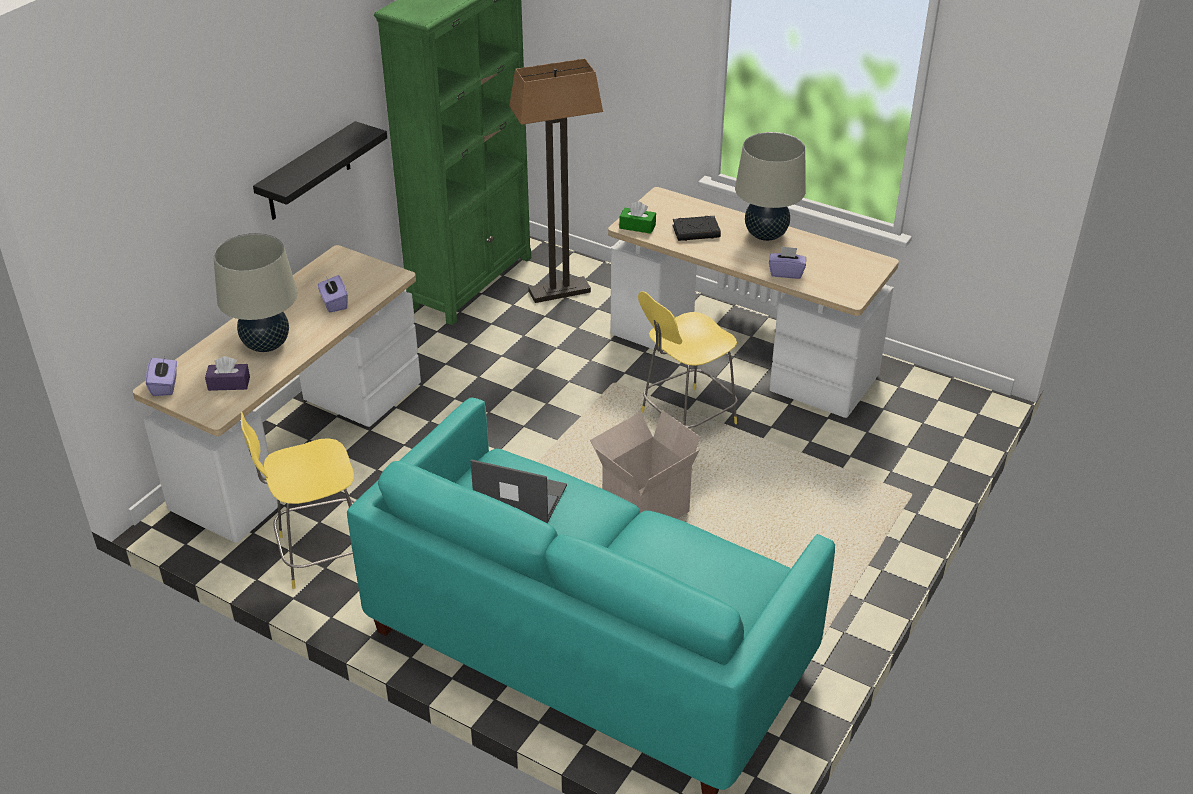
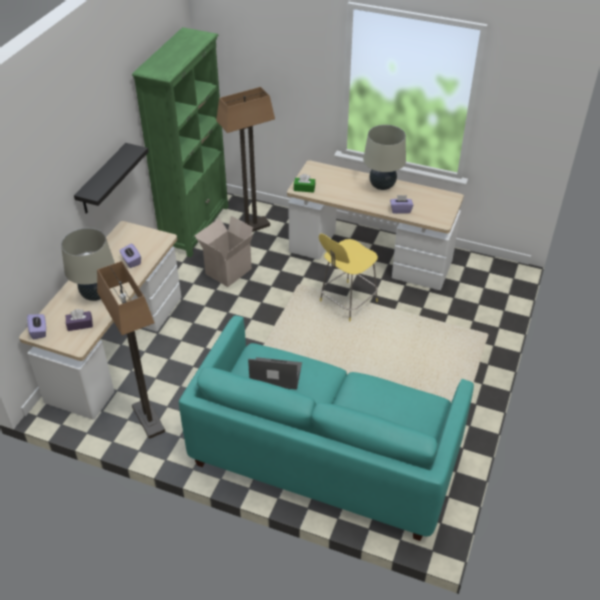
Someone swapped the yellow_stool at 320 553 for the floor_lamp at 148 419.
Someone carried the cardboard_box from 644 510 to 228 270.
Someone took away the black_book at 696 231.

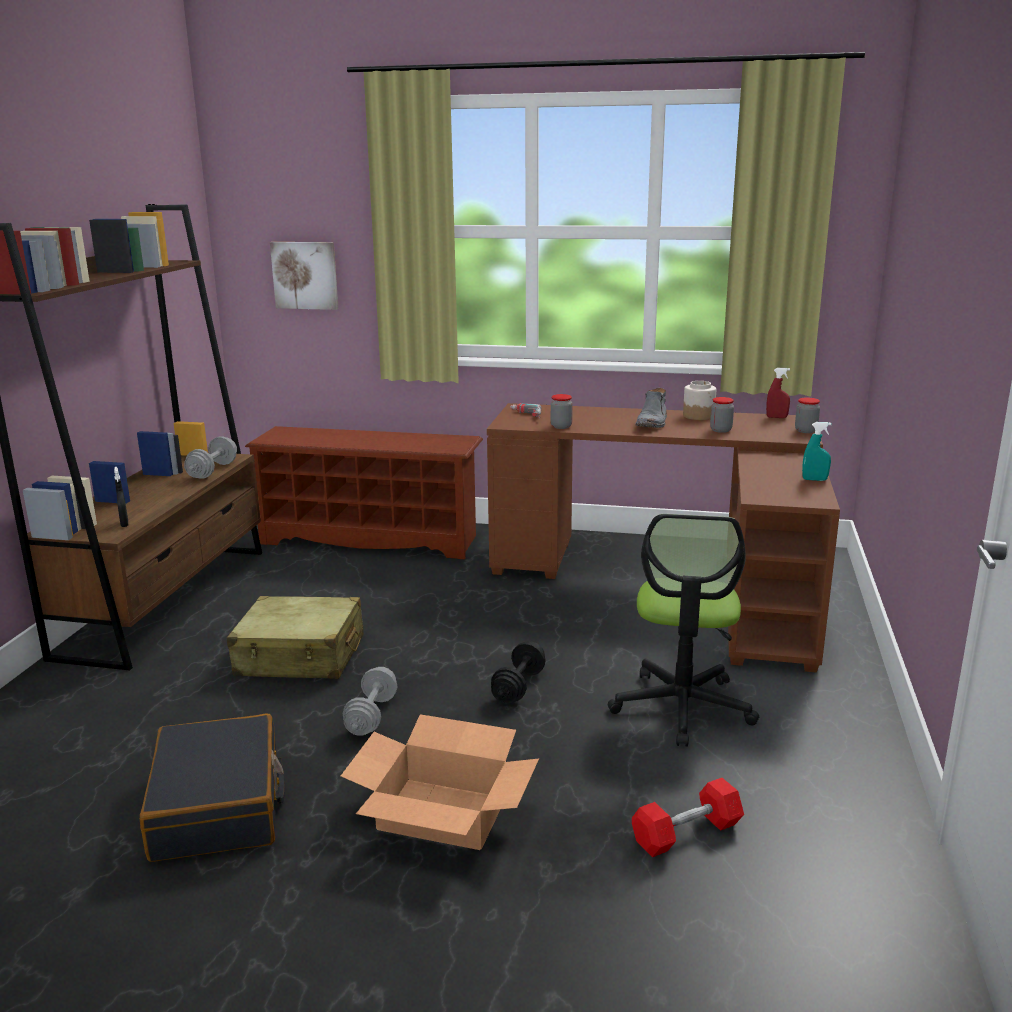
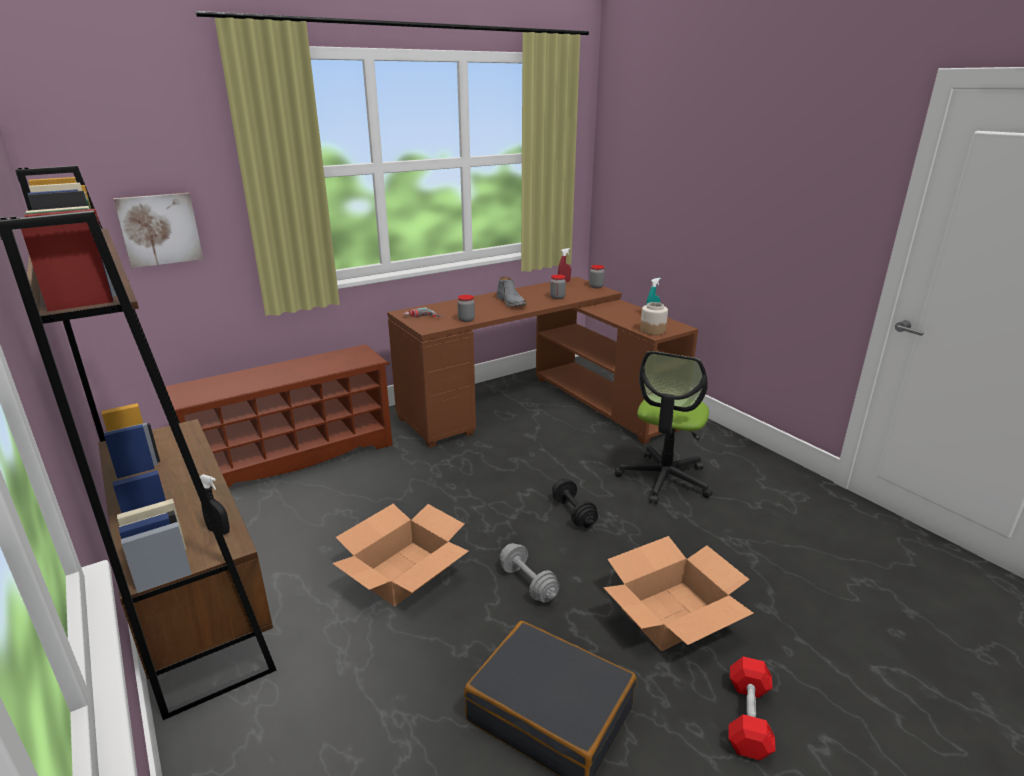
Someone took away the grey_dumbbell at 213 471.
Someone swapped the beige_suitcase at 300 656 for the cardboard_box at 404 572.
Someone rotated the office_chair at 682 707 by 60 degrees clockwise.
Someone carried the red_dumbbell from 686 833 to 748 718.
Someone carried the jar from 698 416 to 652 330.

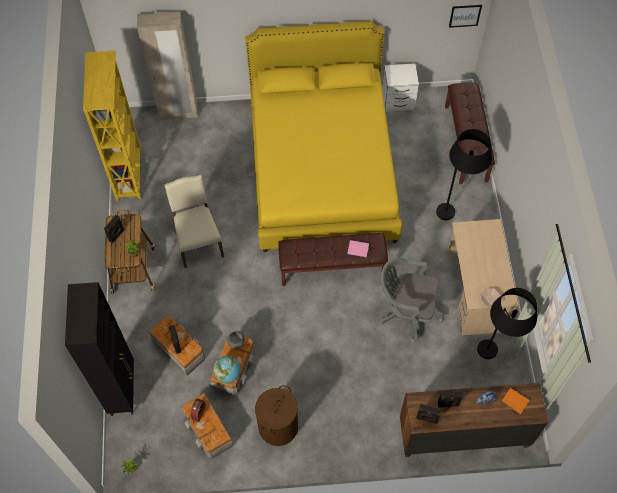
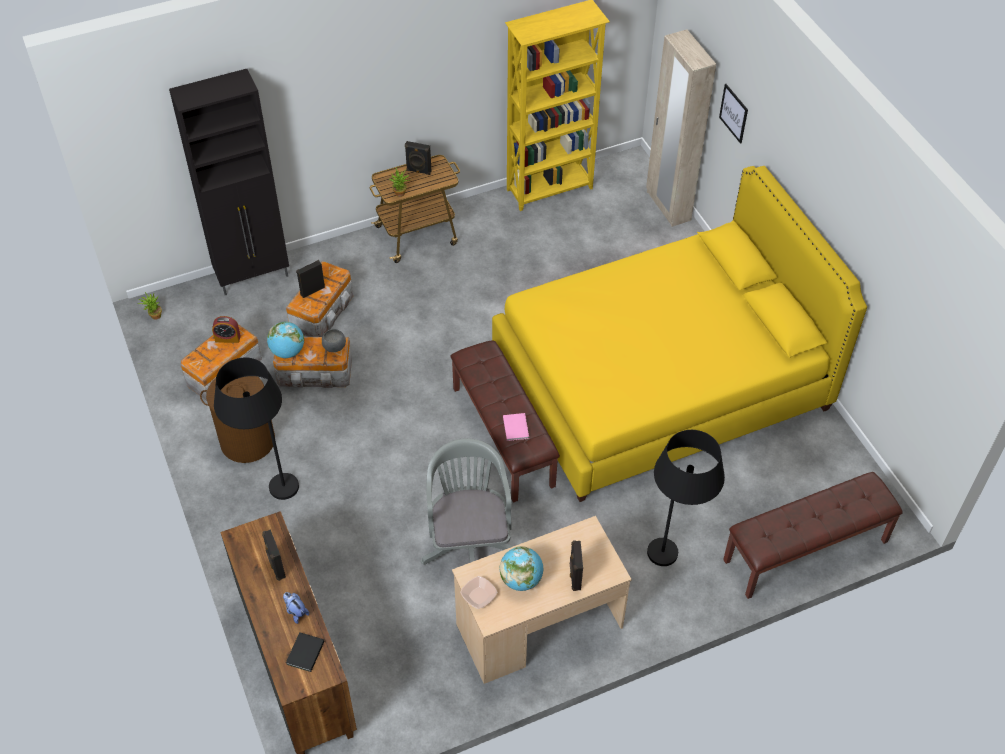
Someone took away the beige_chair at 198 242.
Someone took away the white_nightstand at 398 101.
Someone carried the black_speaker from 426 419 to 574 577.
Someone carried the picture from 465 15 to 733 113.
Someone carried the black_floor_lamp from 493 359 to 271 497.
Someone repainted the orange_book at 515 402, which became the black_book at 304 653.
Someone put down the globe at 521 579.

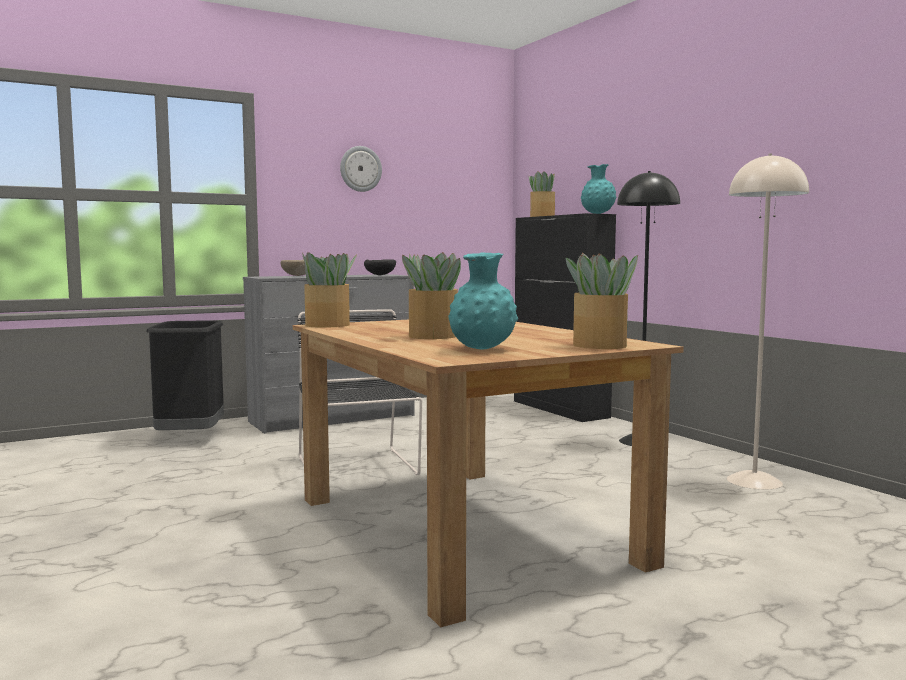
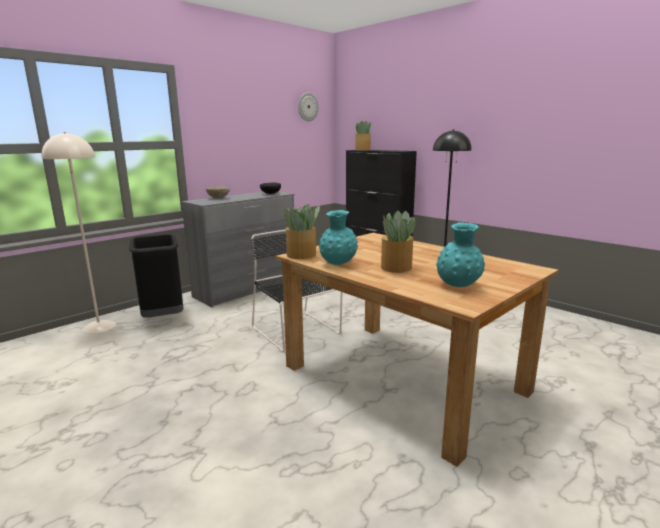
Someone carried the wall_clock from 360 169 to 307 107.
Someone took away the potted_plant at 600 345.
Someone carried the turquoise_vase from 597 214 to 338 264.
Someone carried the beige_floor_lamp from 753 481 to 98 327.

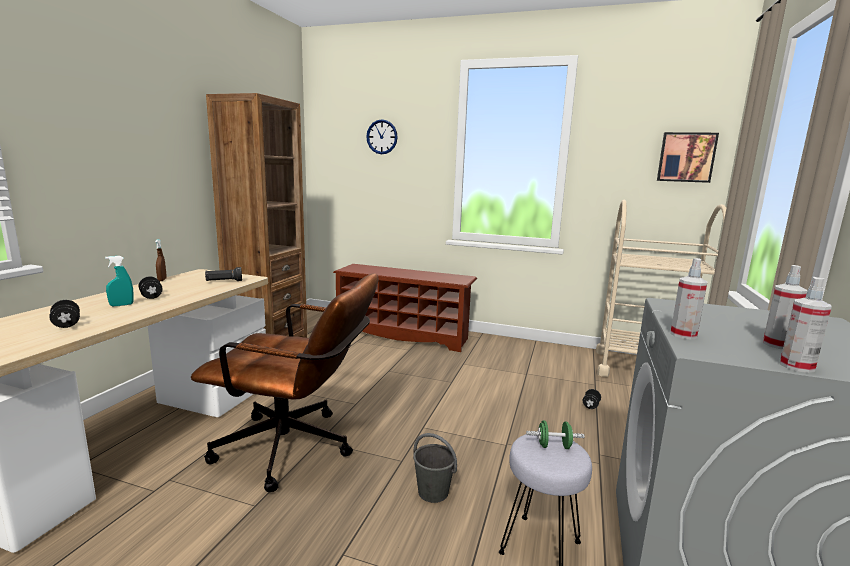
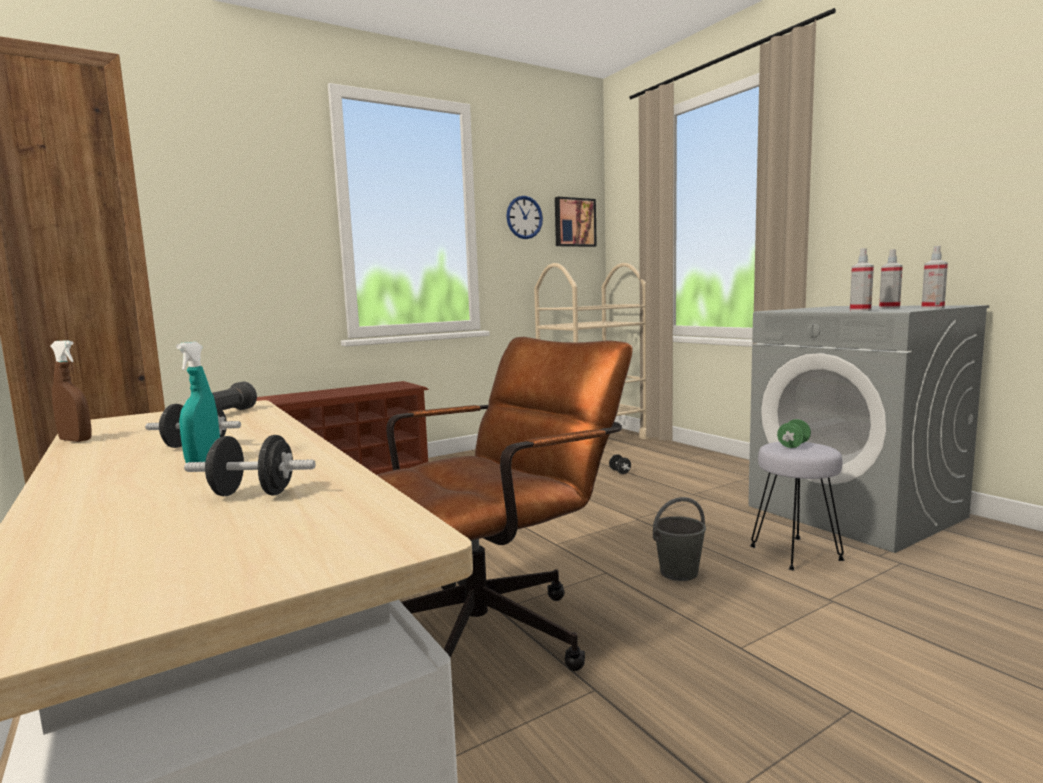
Someone carried the wall_clock from 382 137 to 524 217.

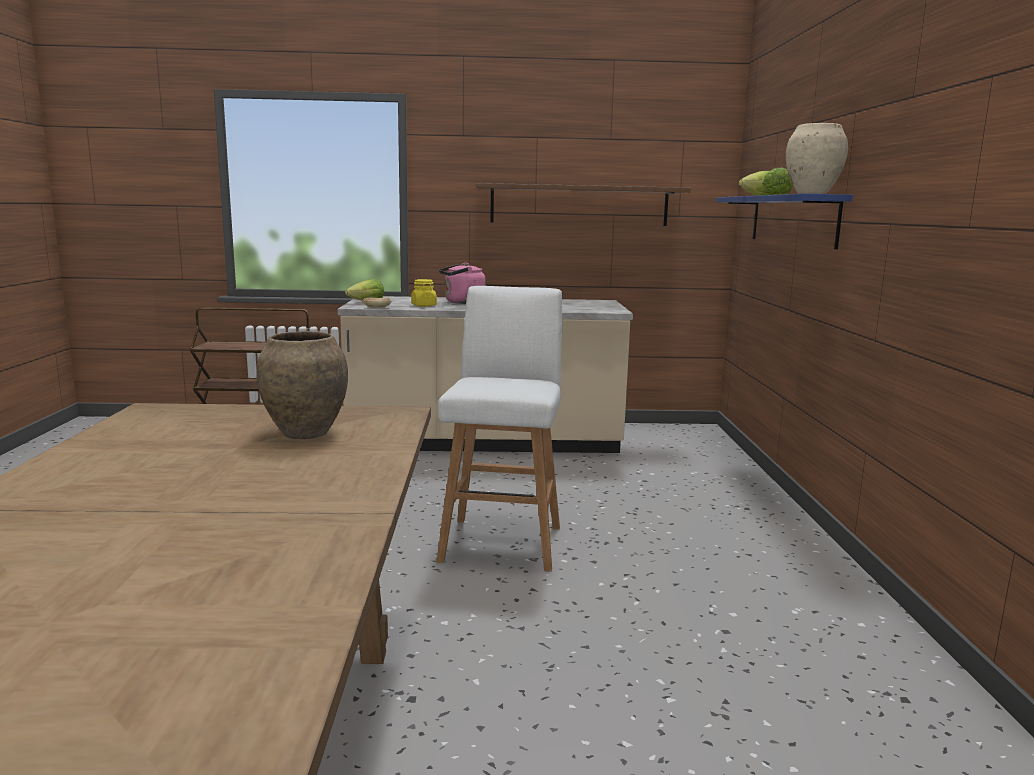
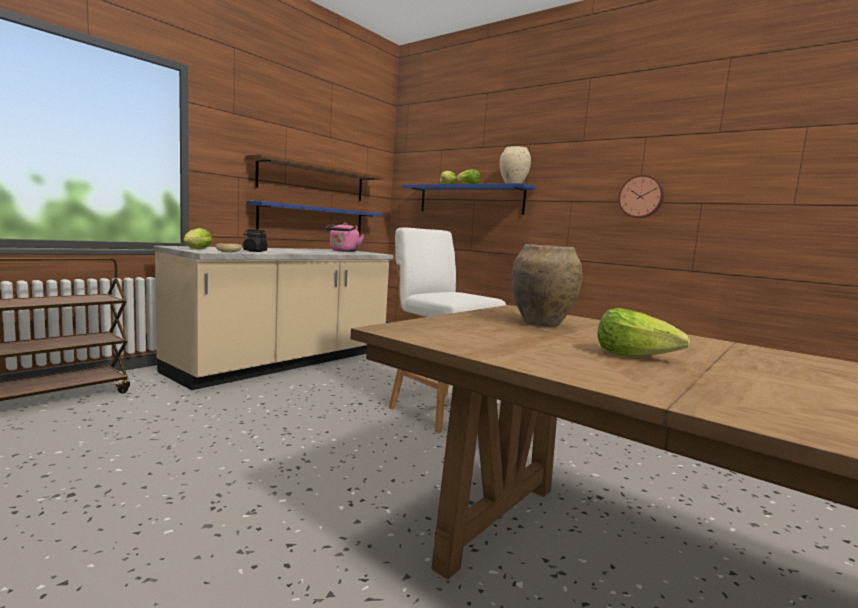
Someone repainted the yellow_jar at 423 305, which became the black_jar at 255 251.
Someone carried the pink_kettle from 462 302 to 343 251.
Someone put up the blue_shelf at 313 220.
Someone put down the lettuce at 634 356.
Someone put up the wall_clock at 641 196.

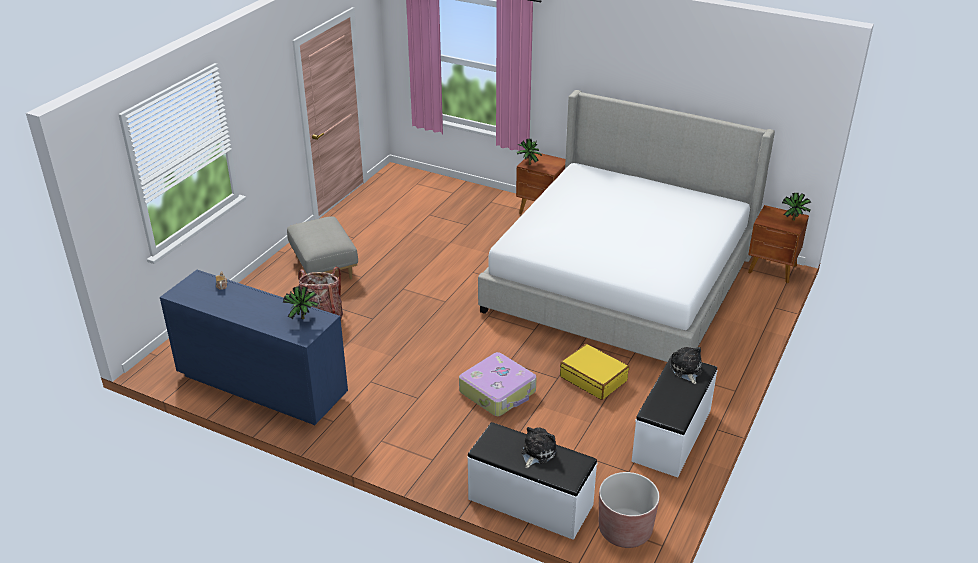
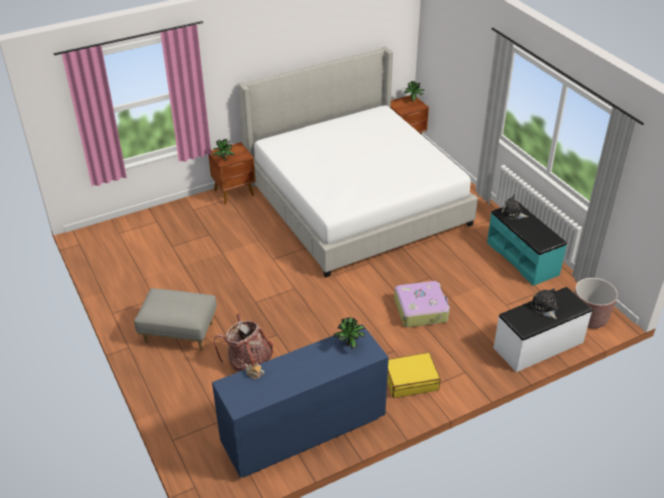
Someone carried the yellow_suitcase from 593 378 to 410 380.
Someone repainted the white_bench at 672 435, which became the turquoise_bench at 522 258.

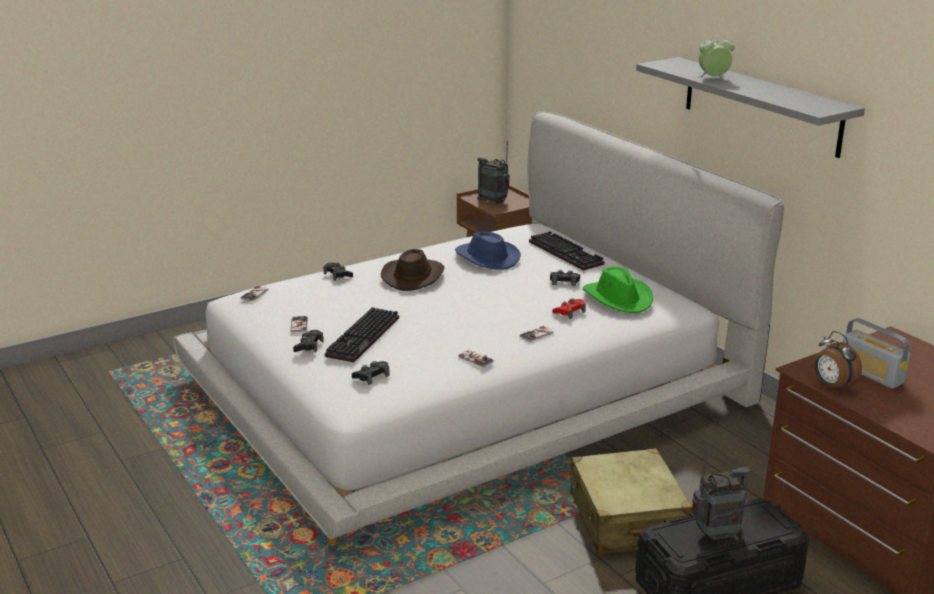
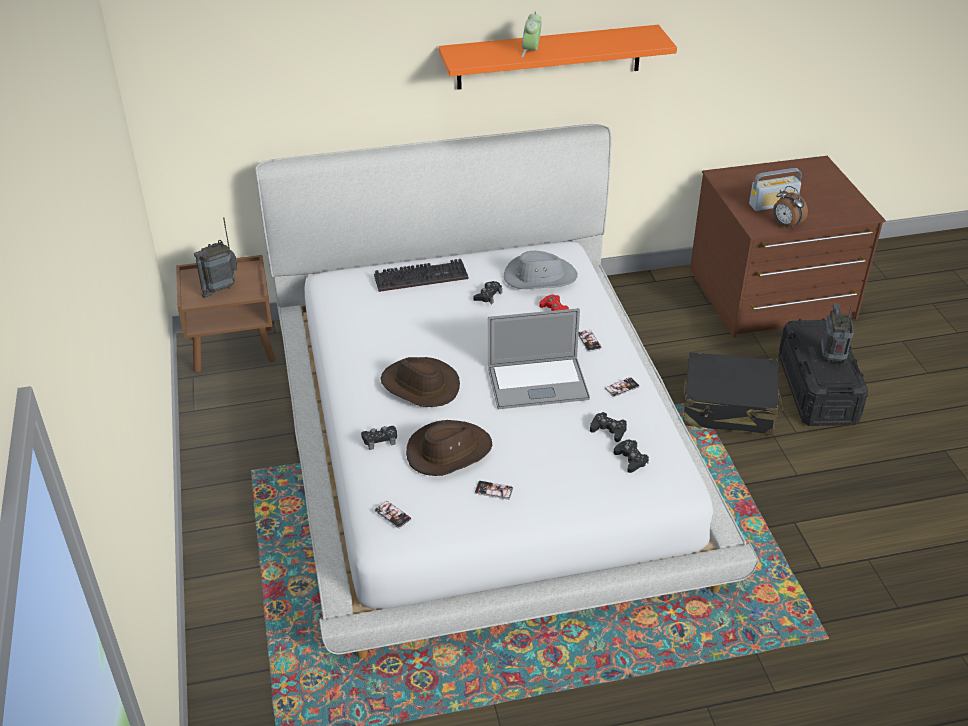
Someone carried the black_game_controller from 308 346 to 608 430.
Someone took away the keyboard at 364 338.
Someone took away the blue_hat at 486 258.
Someone repainted the beige_suitcase at 627 519, which became the black_suitcase at 729 407.
Someone repainted the green_hat at 618 298, which became the grey_hat at 539 277.
Someone repainted the grey_shelf at 761 106, which became the orange_shelf at 549 57.
Someone rotated the alarm_clock at 832 386 by 60 degrees clockwise.
Someone put down the brown_hat at 449 451.
Someone put down the laptop at 537 383.

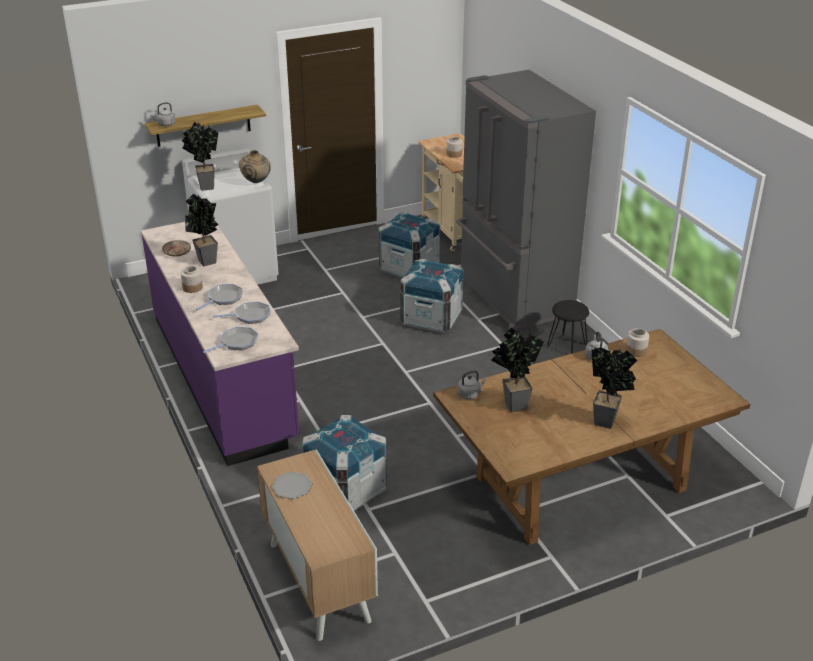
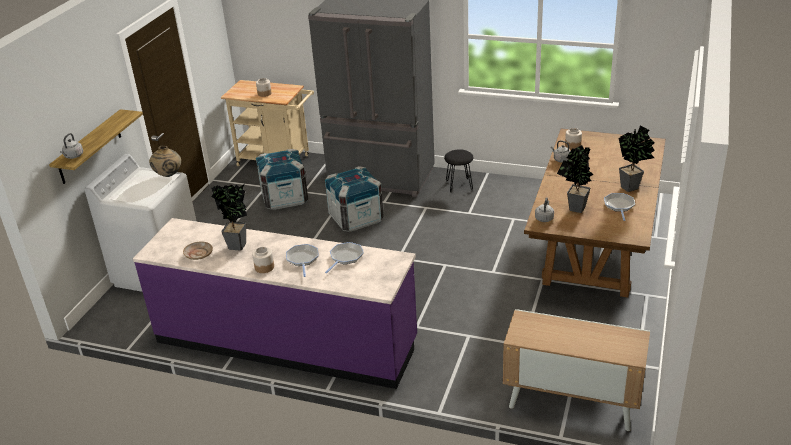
Someone took away the potted_plant at 204 187.
Someone carried the frying_pan from 237 342 to 619 206.
Someone took away the plate at 292 486.
Someone took away the crate at 346 490.

